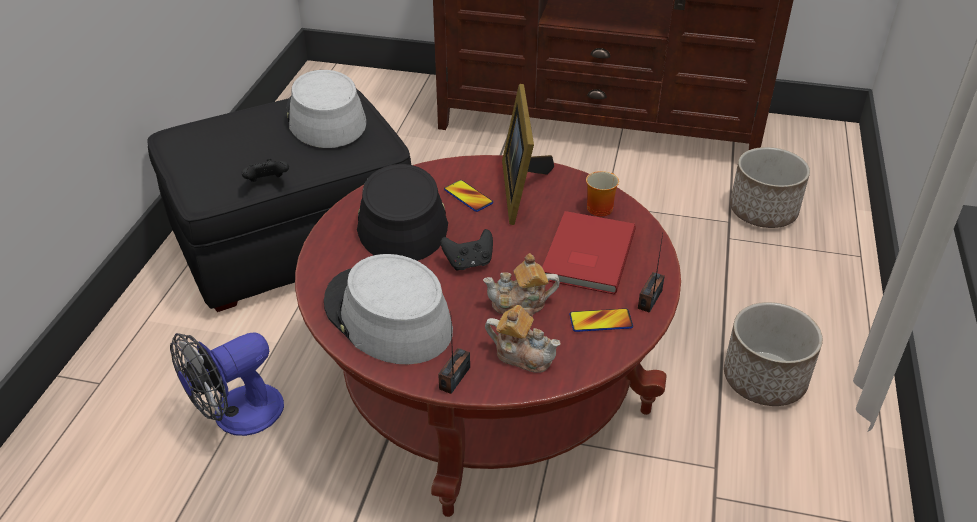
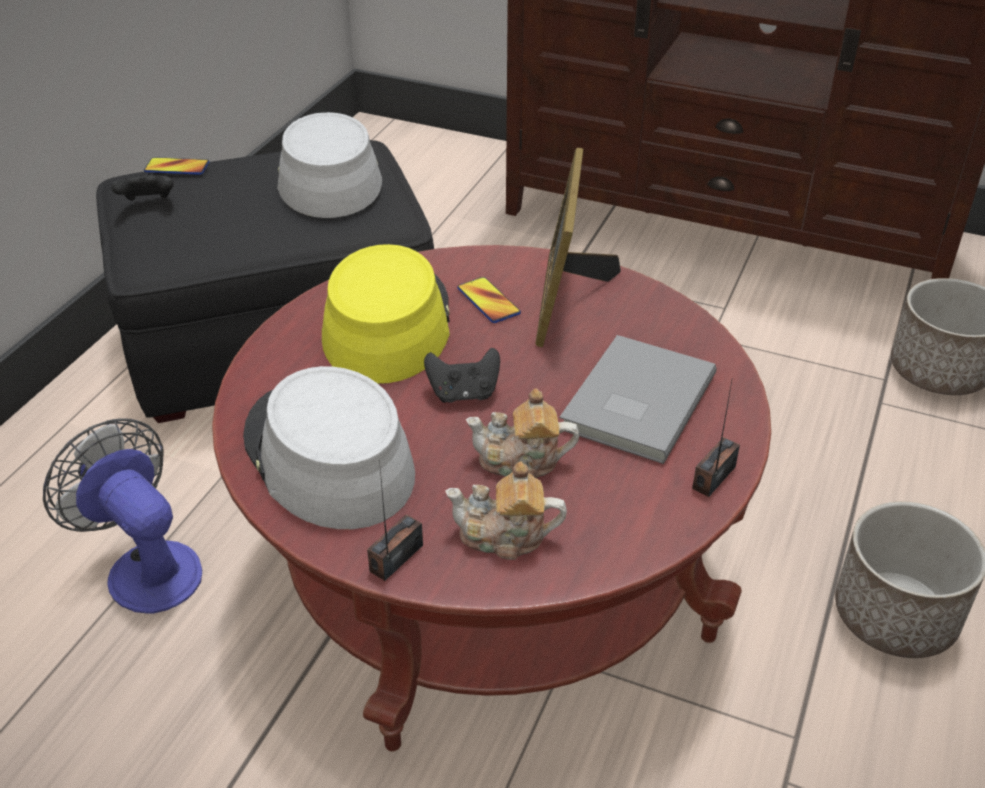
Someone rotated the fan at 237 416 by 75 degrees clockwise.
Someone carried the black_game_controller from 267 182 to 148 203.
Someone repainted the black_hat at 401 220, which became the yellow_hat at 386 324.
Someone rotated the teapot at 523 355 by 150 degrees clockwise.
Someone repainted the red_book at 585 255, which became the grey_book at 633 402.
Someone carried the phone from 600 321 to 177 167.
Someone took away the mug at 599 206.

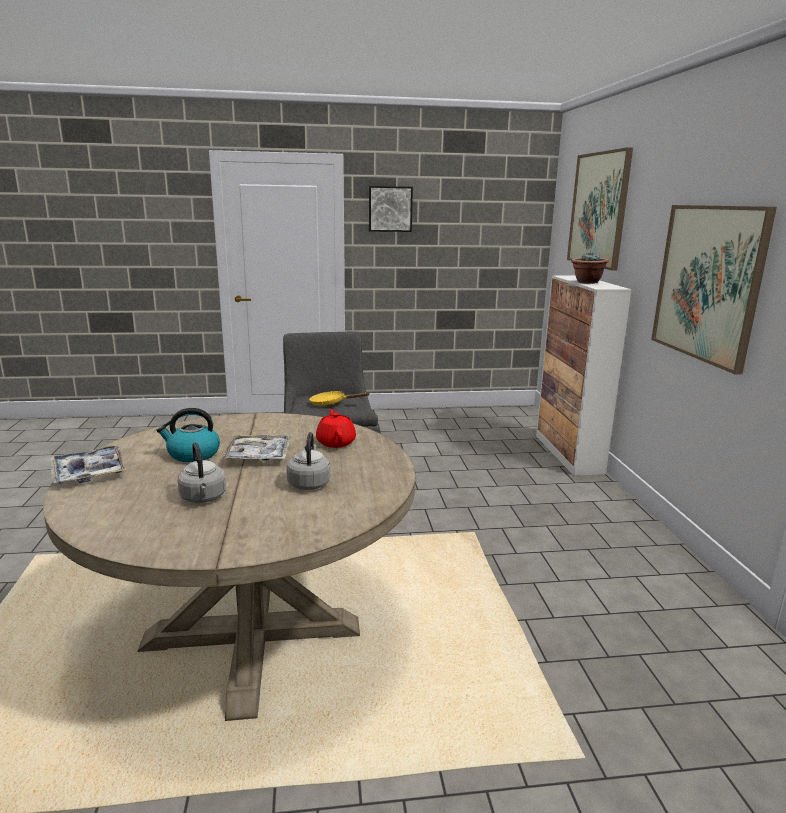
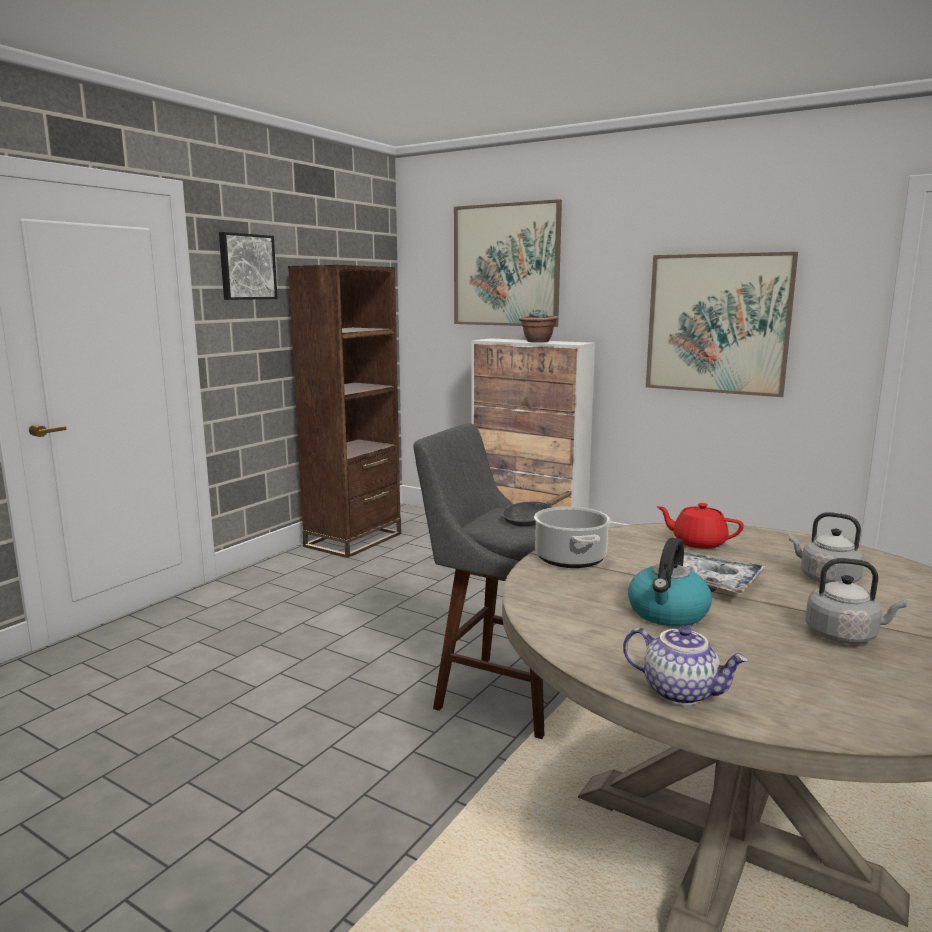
Someone swapped the tray at 89 472 for the teapot at 681 692.
Someone repainted the yellow_frying_pan at 331 403, which became the black_frying_pan at 532 520.
Someone put down the brown_bookcase at 353 540.
Someone put down the cooking_pot at 569 558.

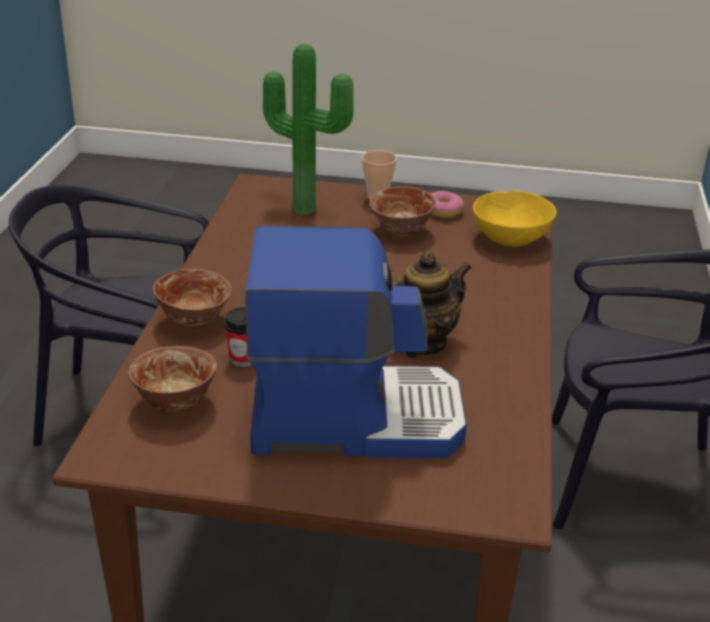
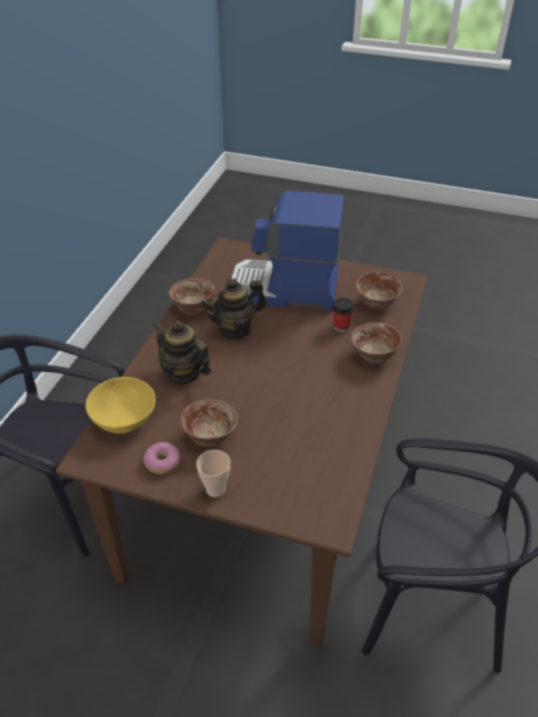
Someone took away the potted_plant at 306 207.
Someone put down the teapot at 184 374.
Someone put down the bowl at 193 309.

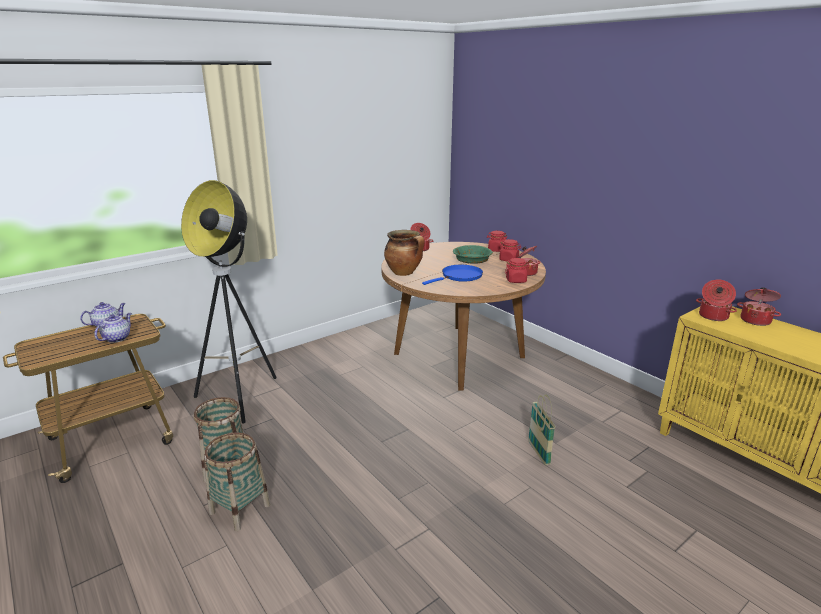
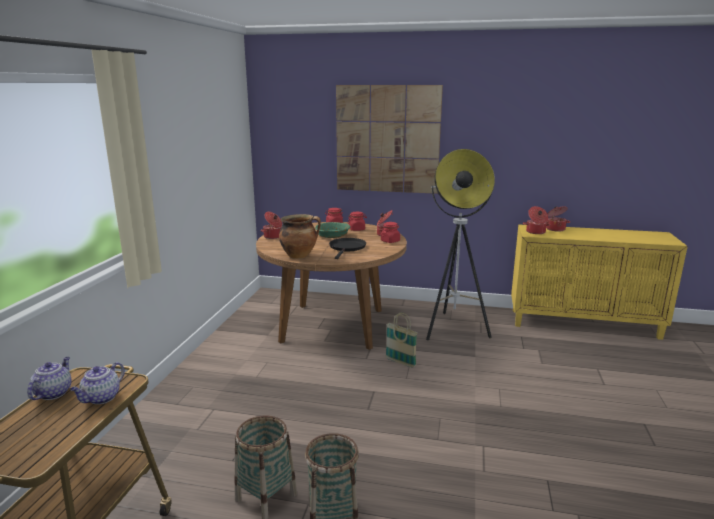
Someone rotated the teapot at 117 338 by 135 degrees counterclockwise.
Someone carried the floor_lamp from 241 397 to 453 329.
Someone repainted the blue_frying_pan at 459 276, which became the black_frying_pan at 347 248.
Someone carried the basket from 538 453 to 400 362.
Someone put up the picture at 387 139.

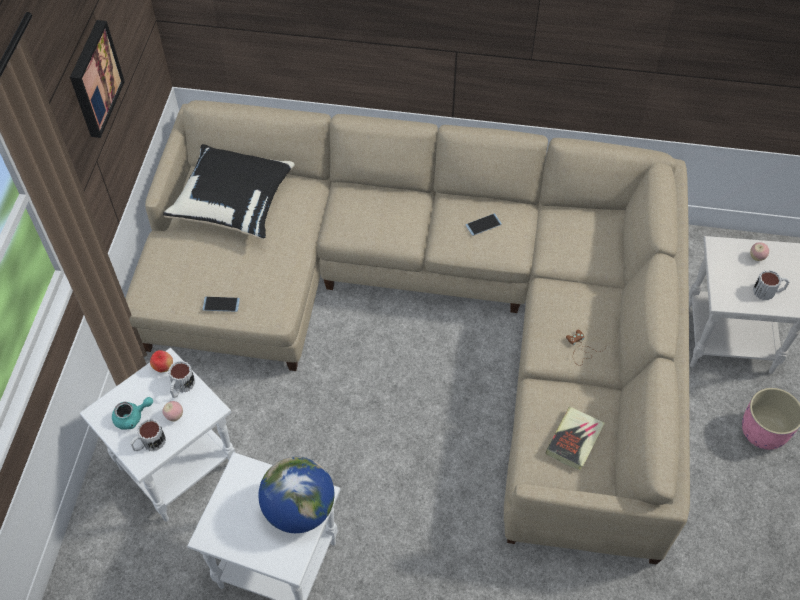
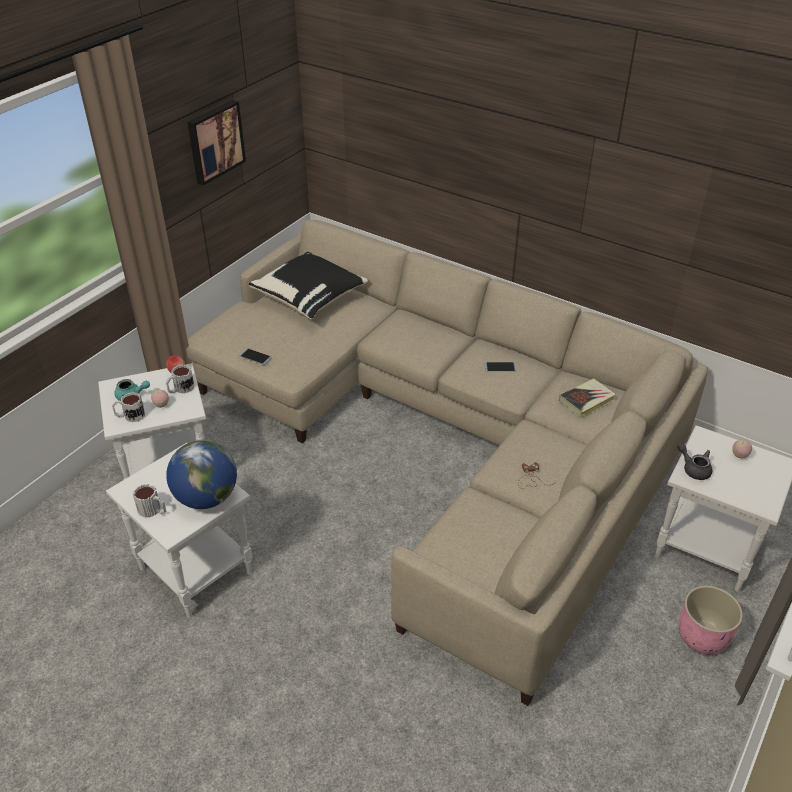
Someone carried the book from 574 440 to 586 401.
Someone carried the mug from 768 291 to 153 510.
Someone put down the grey_teapot at 693 469.

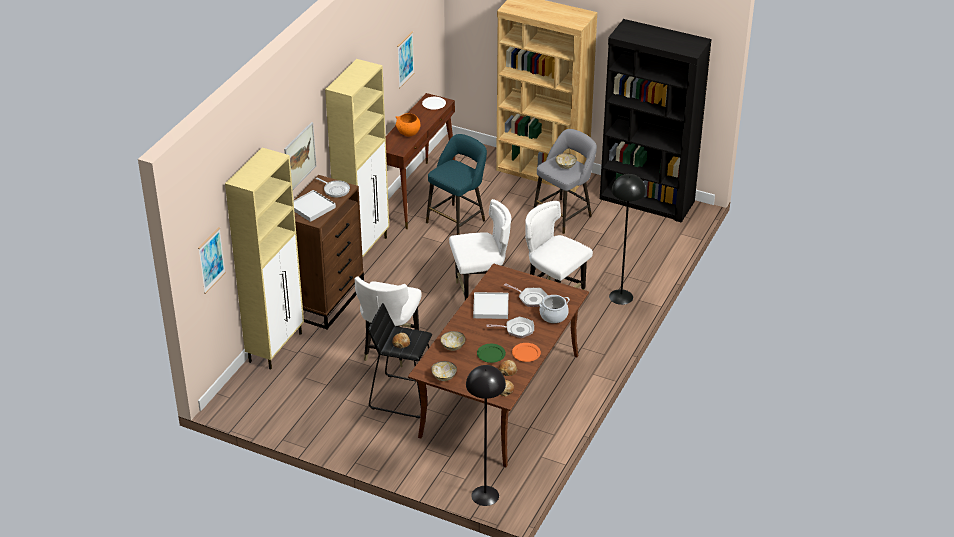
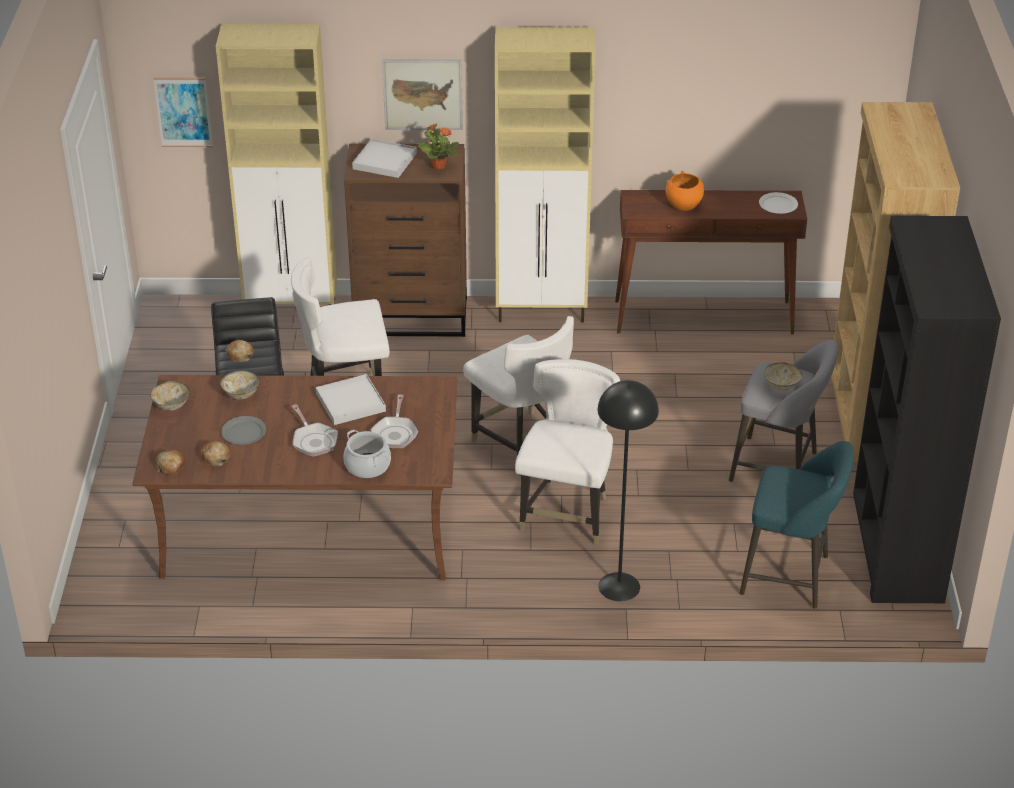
Someone swapped the frying_pan at 335 190 for the potted_plant at 438 166.
Someone took away the picture at 405 59.
Someone carried the turquoise_stool from 458 220 to 790 577.
Someone took away the black_floor_lamp at 485 495.
Someone repainted the green_plate at 491 354, which became the grey_plate at 243 432.
Someone took away the orange_plate at 526 353.

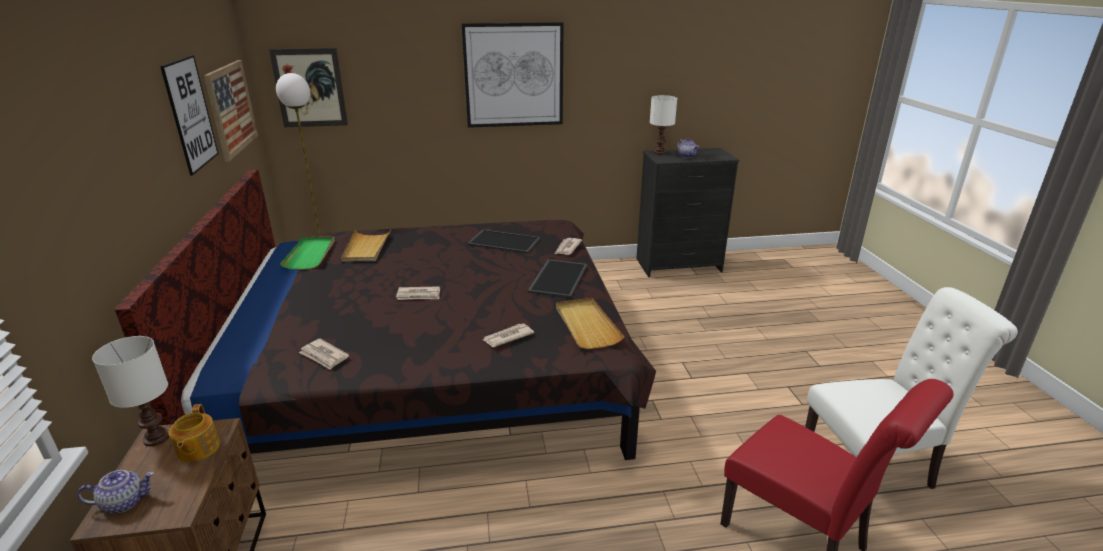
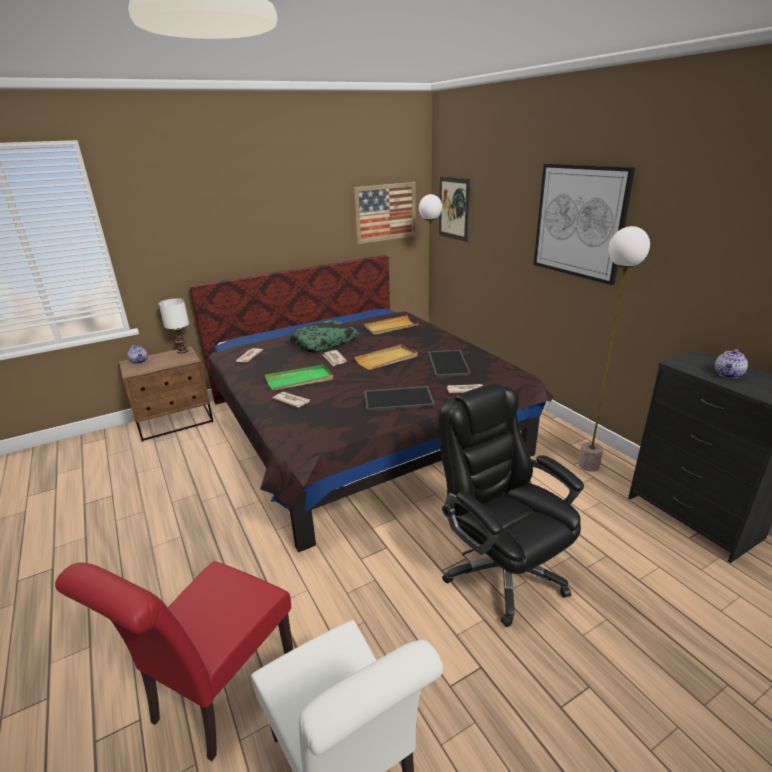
Someone took away the picture at 190 114.
Someone took away the teapot at 197 449.
Someone carried the green_tray from 310 254 to 300 380.
Someone carried the beige_tray from 586 325 to 387 359.
Someone took away the white_table_lamp at 659 153.
Someone put down the pillow at 324 343.
Someone put down the black_office_chair at 501 570.
Someone put down the floor_lamp at 588 465.

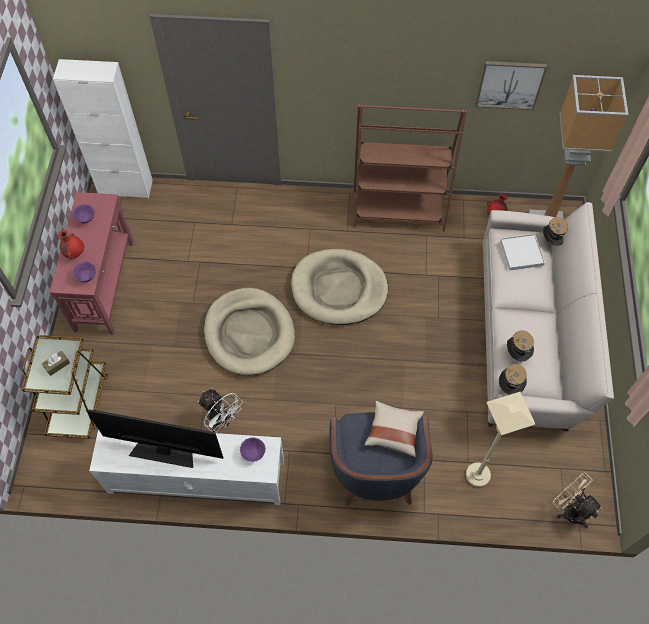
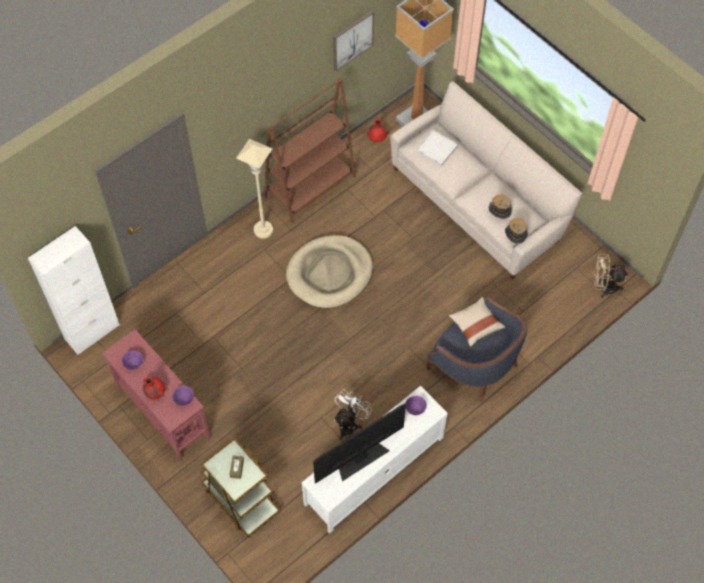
Someone rotated the white_fan at 221 420 by 60 degrees counterclockwise.
Someone took away the beige_dog_bed at 249 333.
Someone carried the beige_floor_lamp from 477 475 to 263 230.
Someone took away the hat at 551 241.

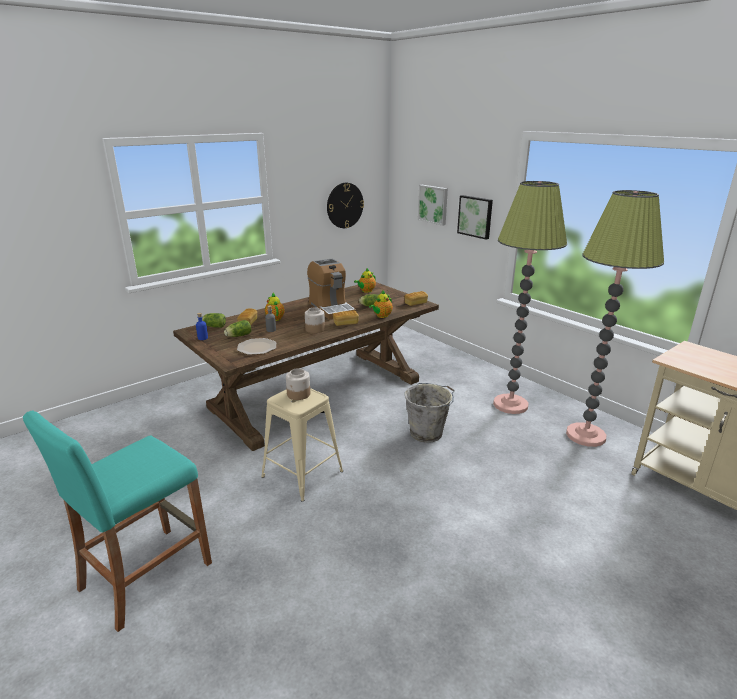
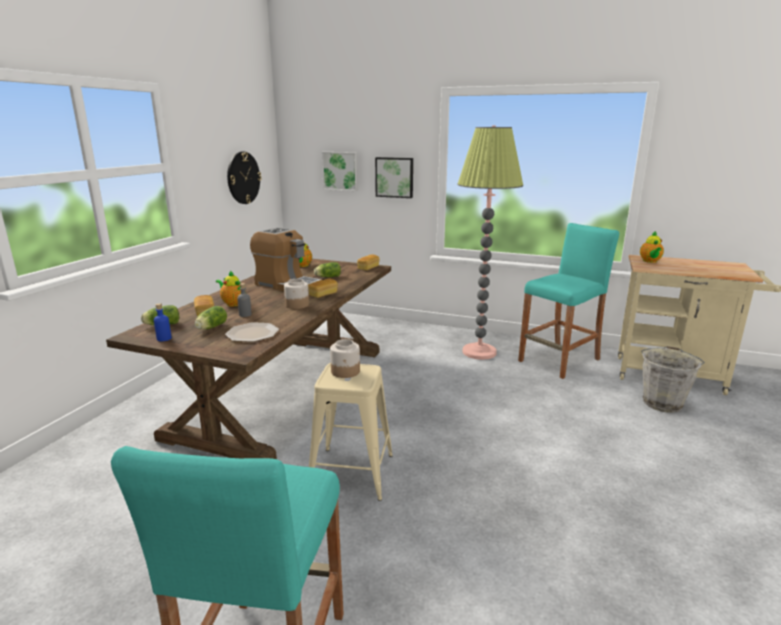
Someone carried the teapot from 381 316 to 650 261.
Someone carried the grey_bucket from 427 433 to 662 402.
Someone swapped the floor_lamp at 585 435 for the turquoise_stool at 559 360.

